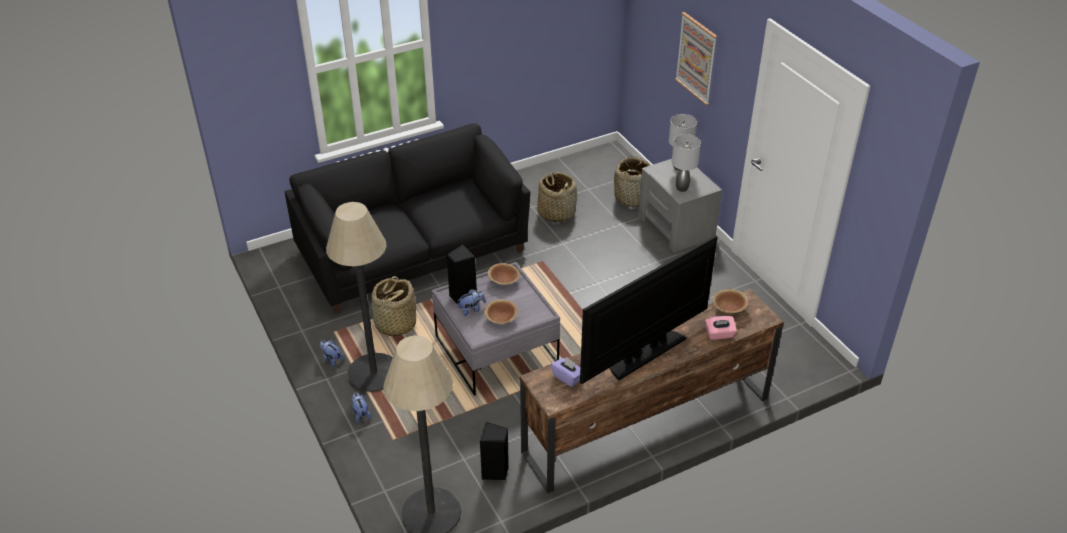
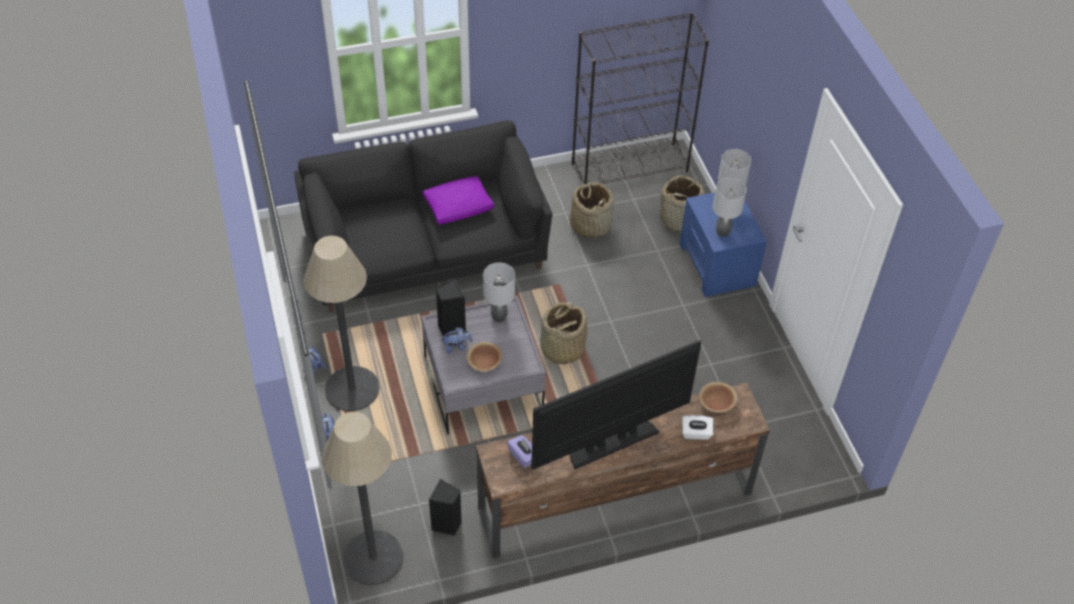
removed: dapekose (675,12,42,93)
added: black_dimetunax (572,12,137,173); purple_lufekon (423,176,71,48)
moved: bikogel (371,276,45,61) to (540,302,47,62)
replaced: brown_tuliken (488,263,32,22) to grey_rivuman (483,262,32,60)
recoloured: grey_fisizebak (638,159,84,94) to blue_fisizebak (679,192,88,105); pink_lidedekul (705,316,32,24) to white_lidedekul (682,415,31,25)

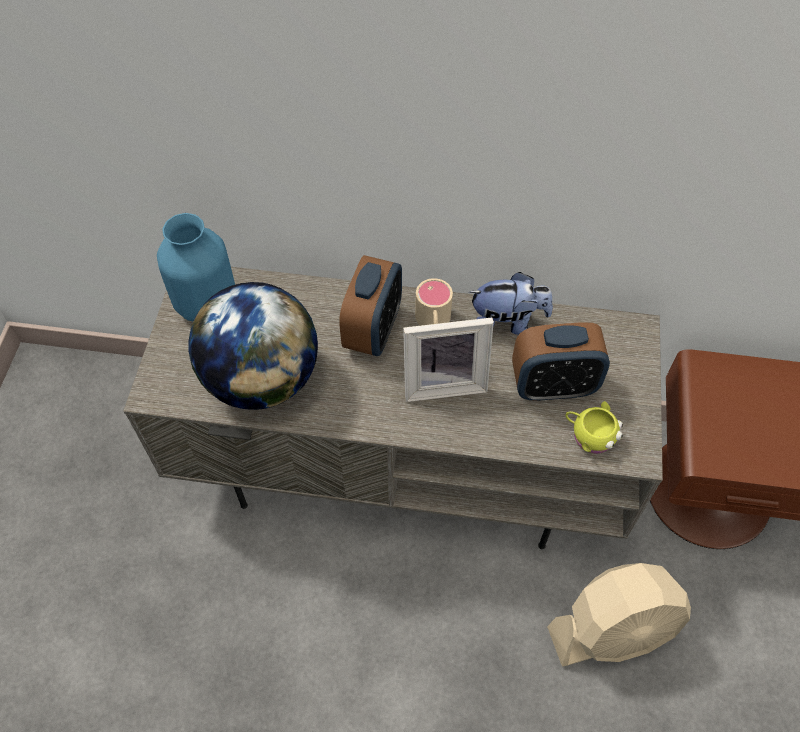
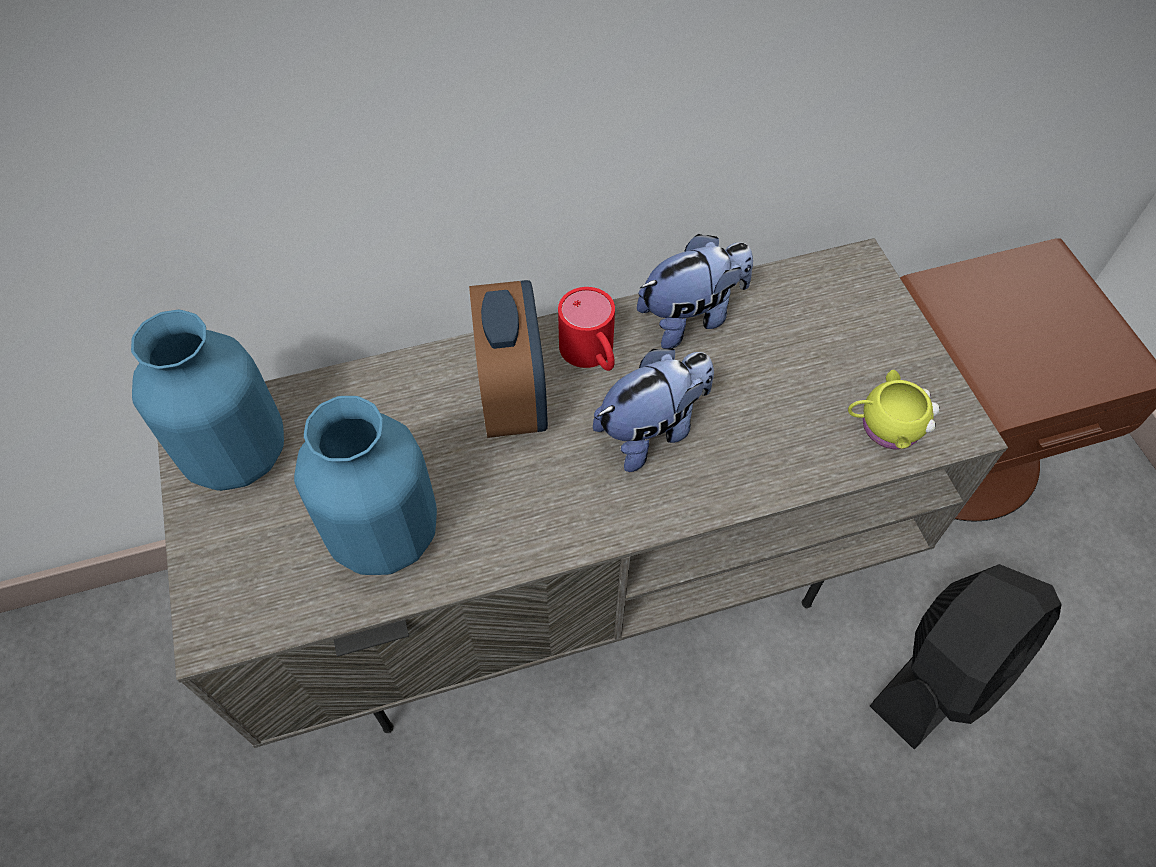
removed: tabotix (512,322,98,79)
replaced: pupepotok (188,282,130,128) to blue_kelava (294,396,143,179); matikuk (403,318,91,84) to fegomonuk (593,348,121,124)
recoloured: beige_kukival (415,278,38,48) to red_kukival (558,287,57,84); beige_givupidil (547,563,144,103) to black_givupidil (870,564,192,186)

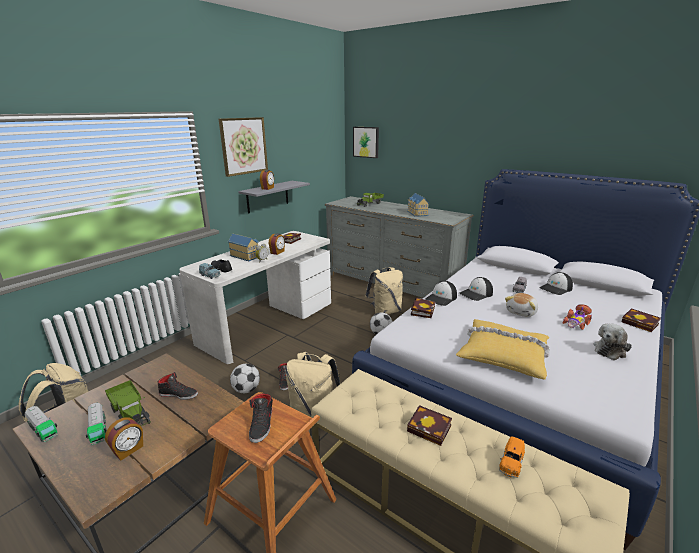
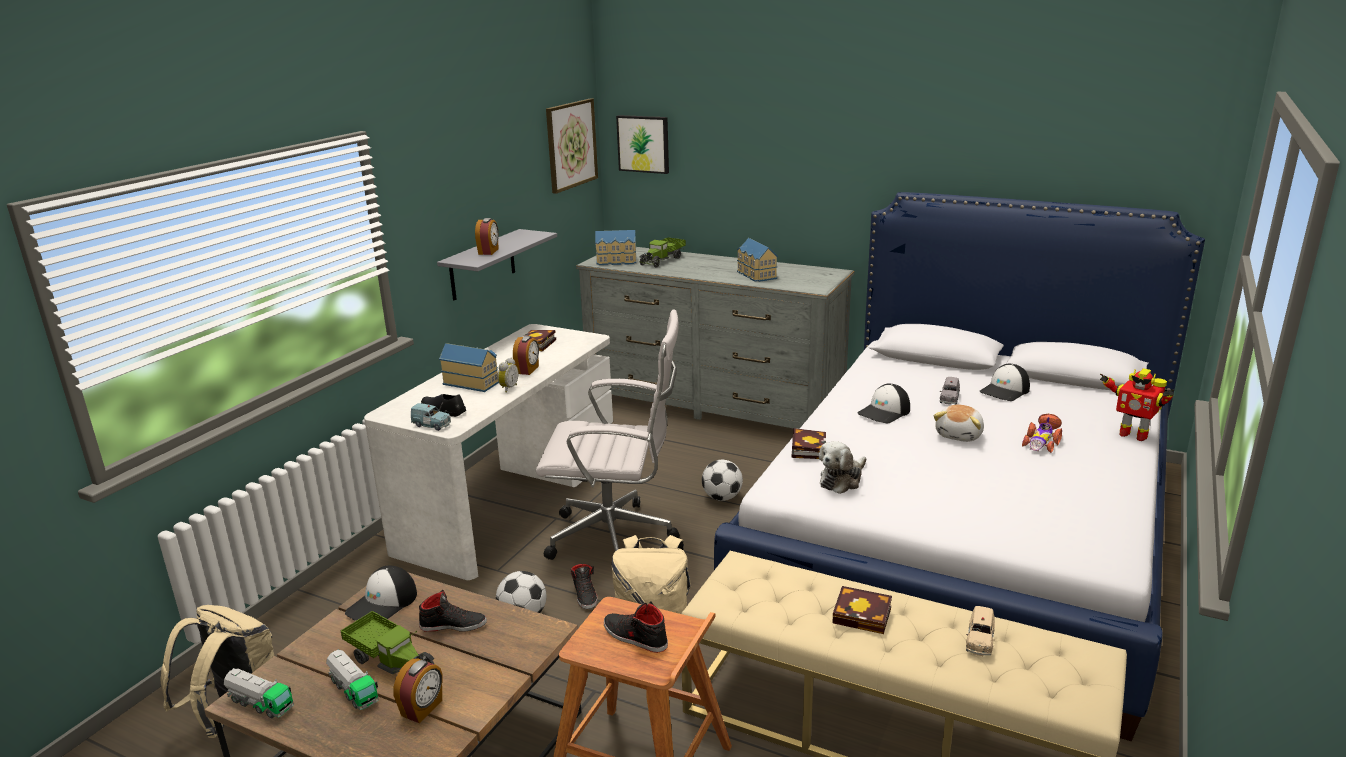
removed: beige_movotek (365,267,38,47); yellow_lufekon (456,319,94,61)
added: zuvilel (595,230,42,35); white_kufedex (536,309,144,251)
moved: dapekose (219,117,49,60) to (546,99,52,95); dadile (425,281,32,25) to (345,566,72,55); fegomonuk (593,324,39,36) to (819,441,47,53)
replaced: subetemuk (621,308,40,24) to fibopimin (1100,368,74,73)
recoloured: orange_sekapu (499,436,26,42) to beige_sekapu (966,606,29,50)
turned: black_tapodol (249,393,24,50) = (604,601,64,52) 135 degrees clockwise

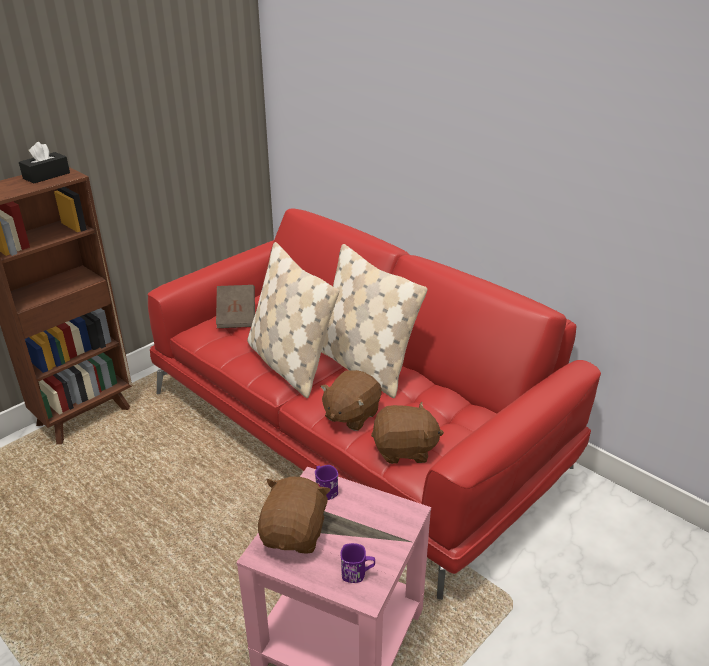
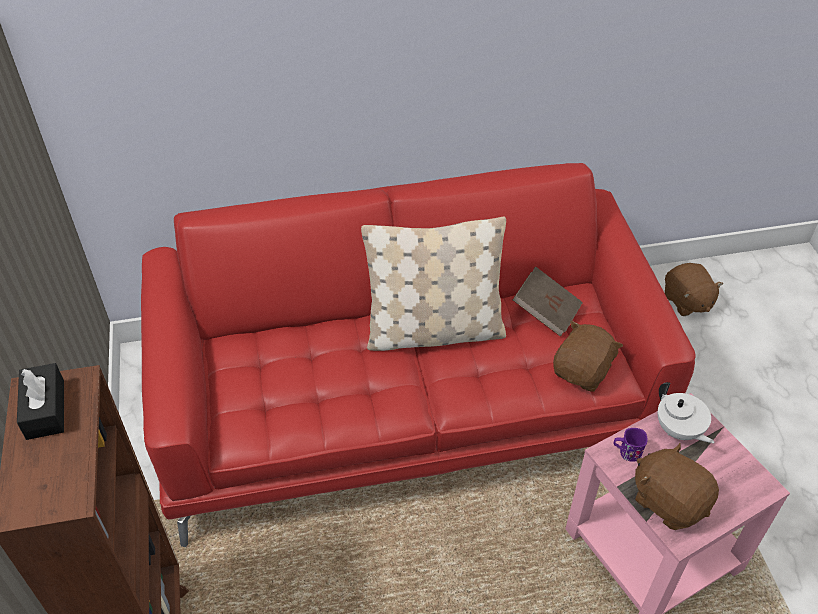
removed: beige_lufekon (247,242,92,156); purple_kukival (340,543,35,40)
added: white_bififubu (657,382,57,61)
moved: brown_subetemuk (216,285,39,43) to (513,267,70,70); brown_fegomonuk (320,370,62,61) to (665,263,58,53)

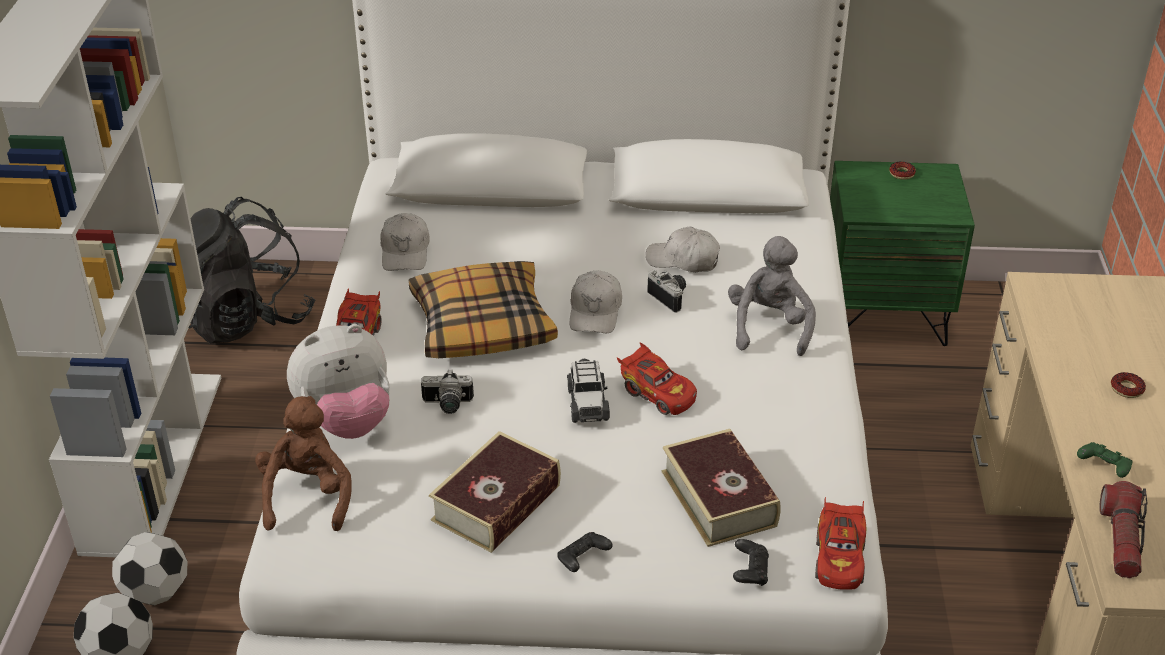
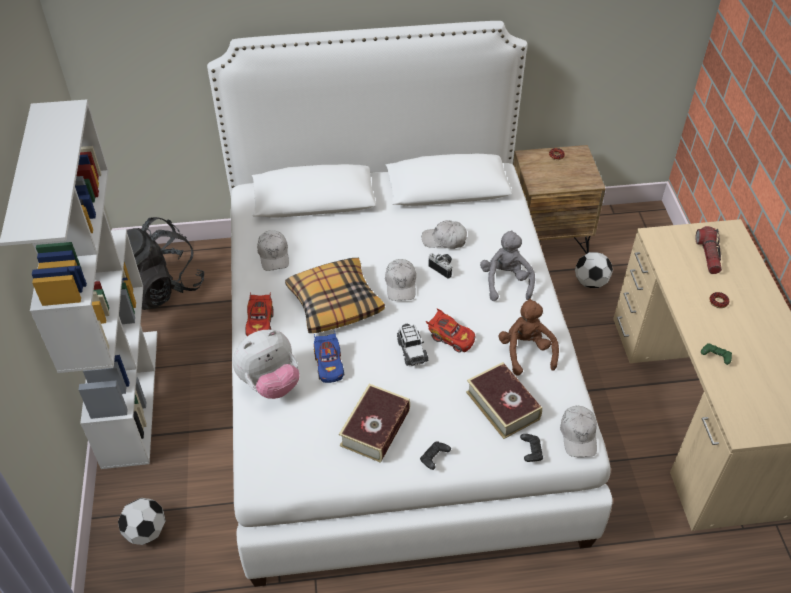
moved: brown_fegomonuk (255,396,96,135) to (498,299,61,77); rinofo (1100,481,48,97) to (695,226,27,48); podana (112,532,75,74) to (575,252,38,36)
replaced: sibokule (421,369,53,45) to blue_sekapu (314,331,30,52); red_sekapu (815,497,51,93) to white_dadile (560,406,37,51)
recoloured: green_fisizebak (830,161,145,185) to brown_fisizebak (513,145,93,109)

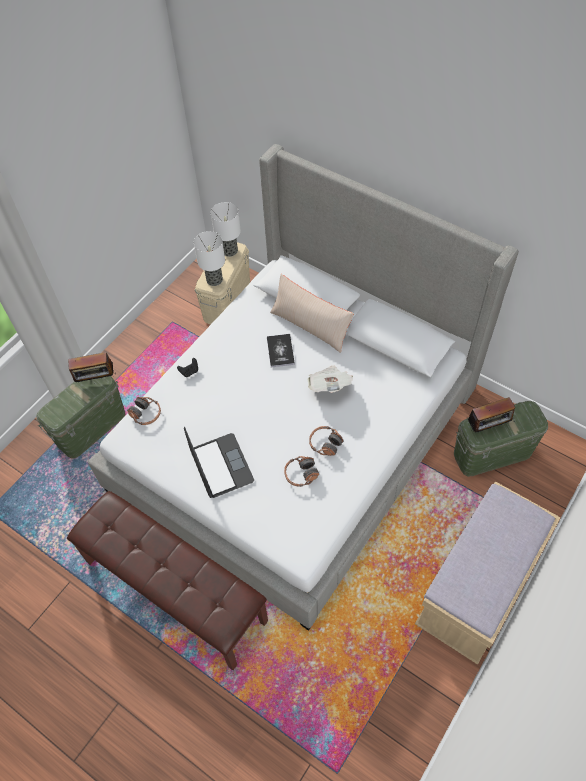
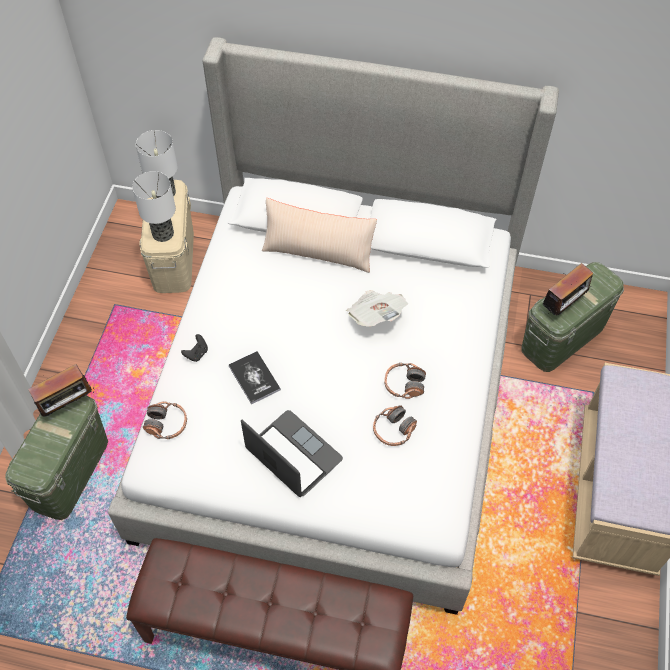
moved: subetemuk (267,334,28,33) to (228,351,53,53)

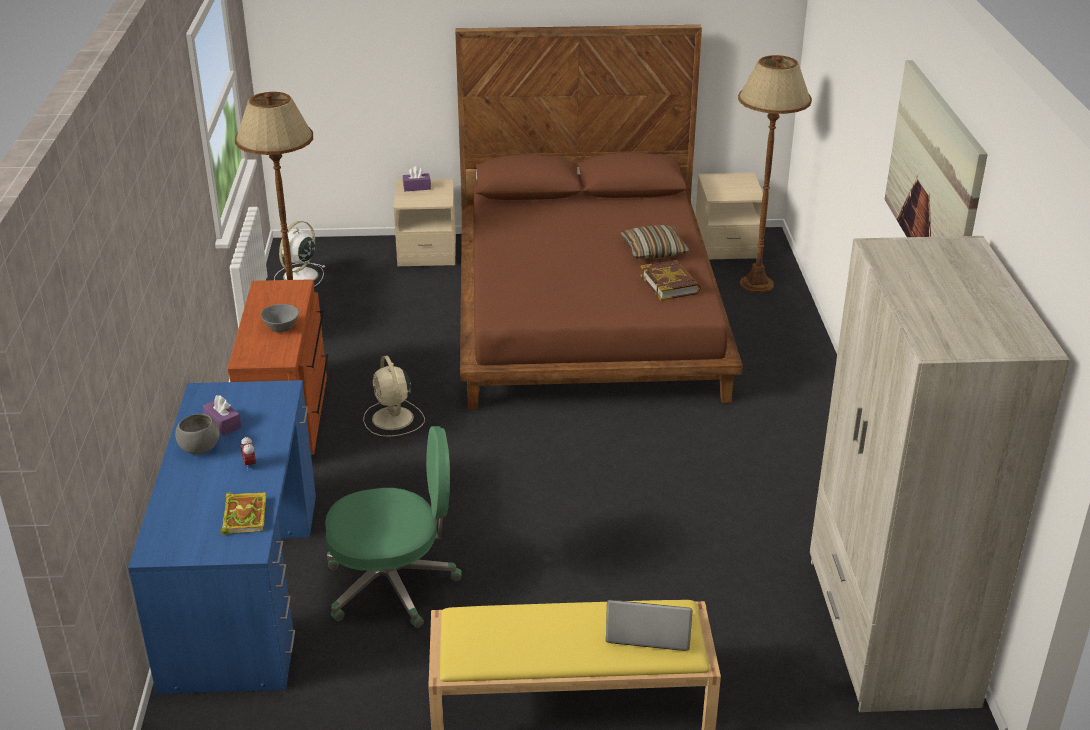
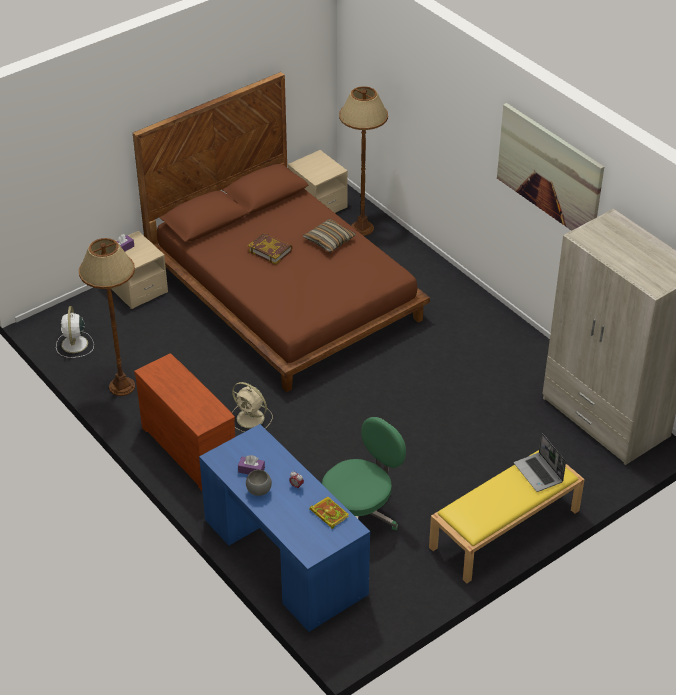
removed: grey_tuliken (261,304,38,28)
moved: subetemuk (640,260,61,41) to (248,233,45,31)
turned: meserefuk (606,600,87,51) = (514,433,52,59) 90 degrees counterclockwise

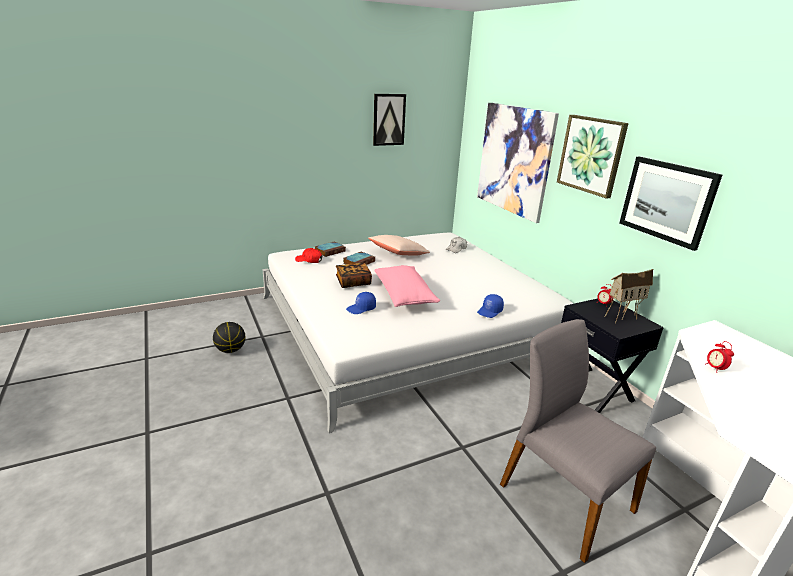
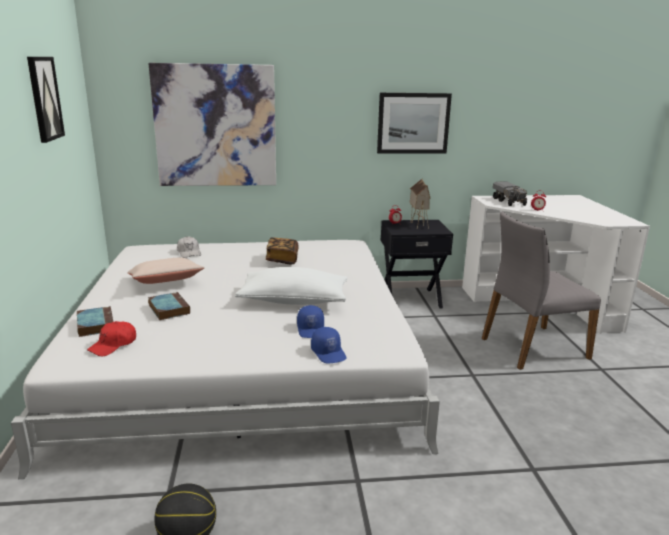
removed: dapekose (557,115,72,84)
added: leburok (493,181,34,25)
moved: subetemuk (336,263,36,25) to (266,237,33,27); blue_dadile (477,294,27,24) to (311,327,35,37)
recoloured: pink_lufekon (374,265,66,42) to white_lufekon (235,267,113,38)

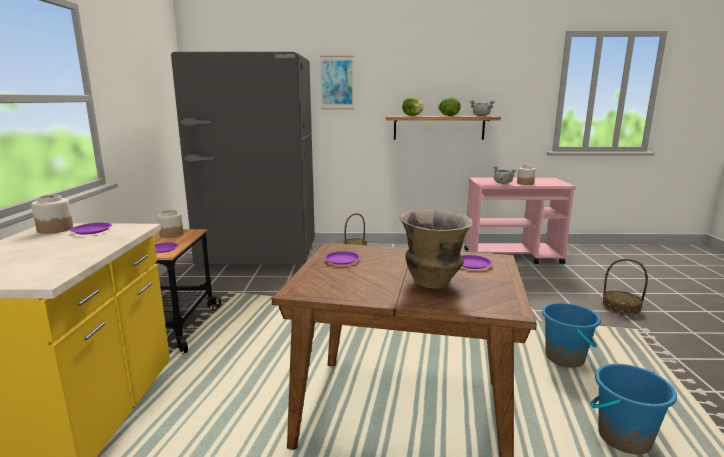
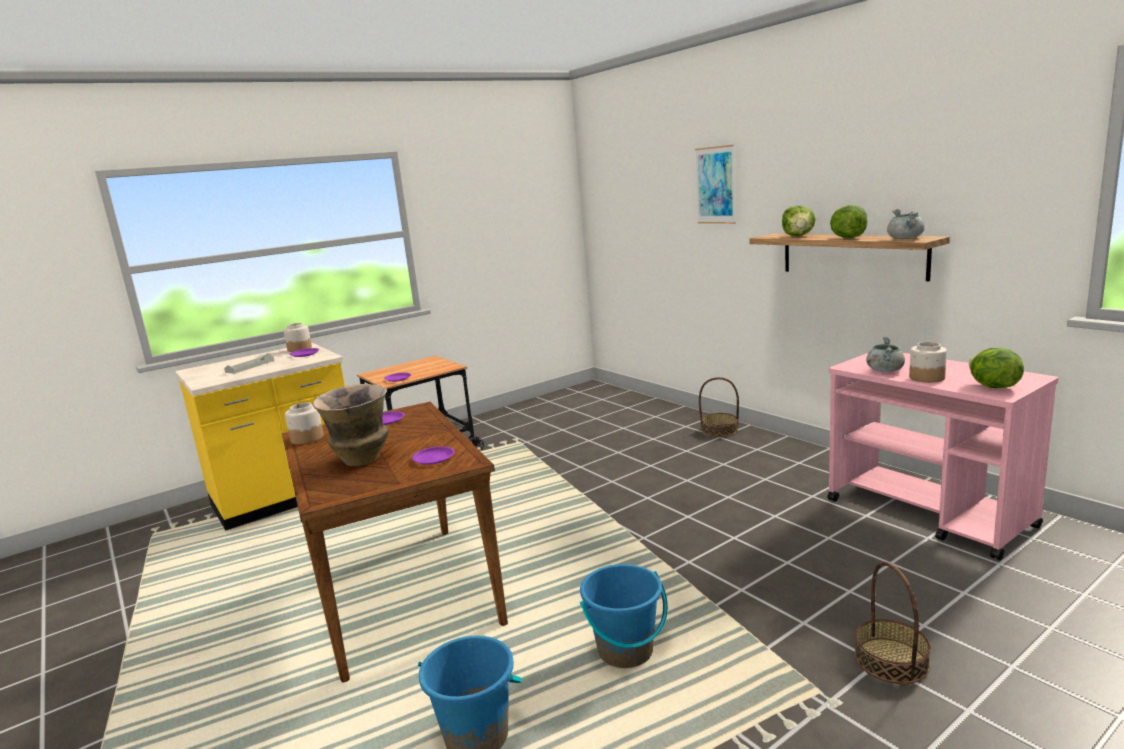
removed: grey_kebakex (171,52,144,213)
added: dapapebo (969,348,55,40); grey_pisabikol (224,353,50,21)
moved: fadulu (157,210,26,28) to (285,402,39,42)

